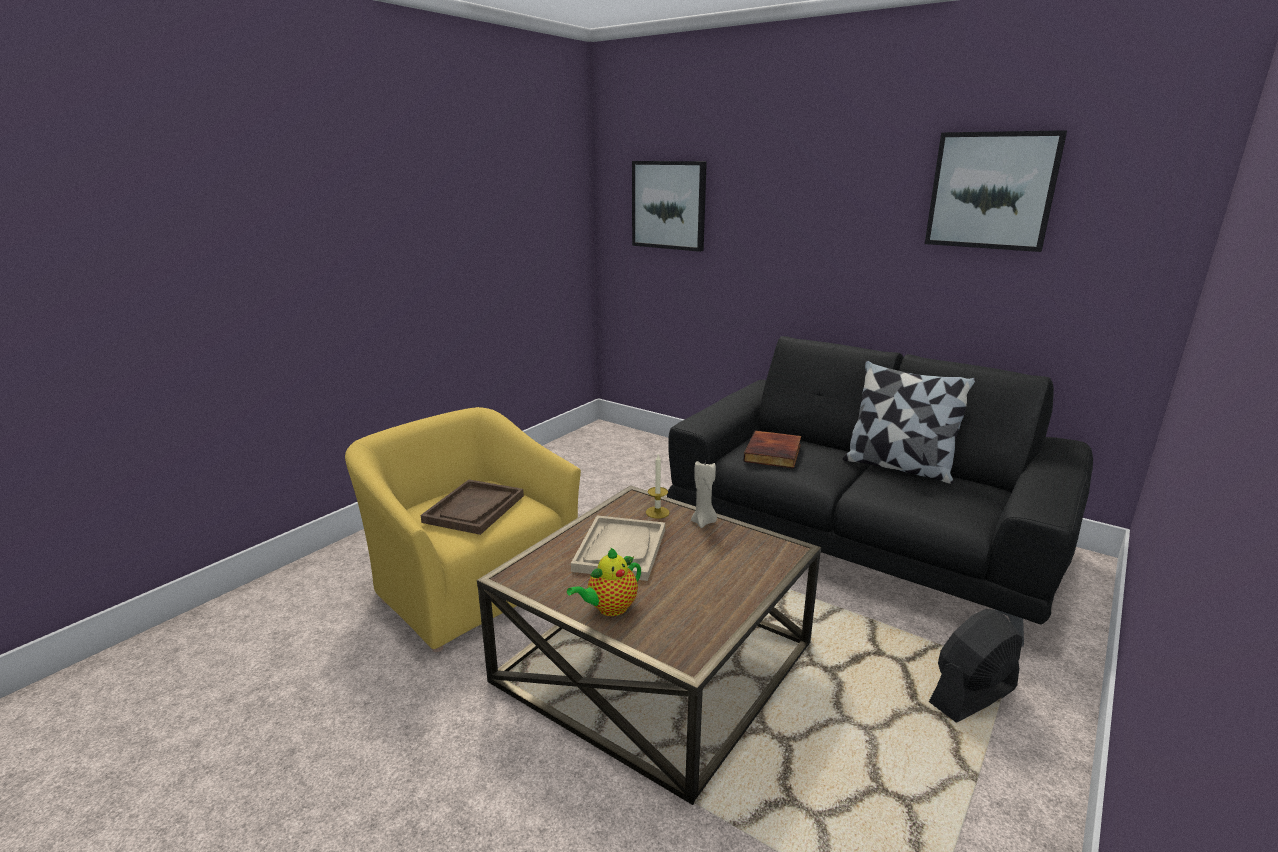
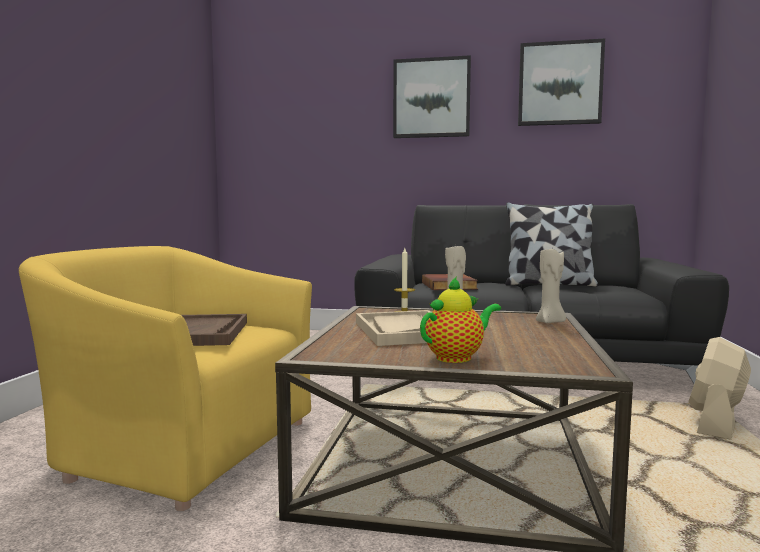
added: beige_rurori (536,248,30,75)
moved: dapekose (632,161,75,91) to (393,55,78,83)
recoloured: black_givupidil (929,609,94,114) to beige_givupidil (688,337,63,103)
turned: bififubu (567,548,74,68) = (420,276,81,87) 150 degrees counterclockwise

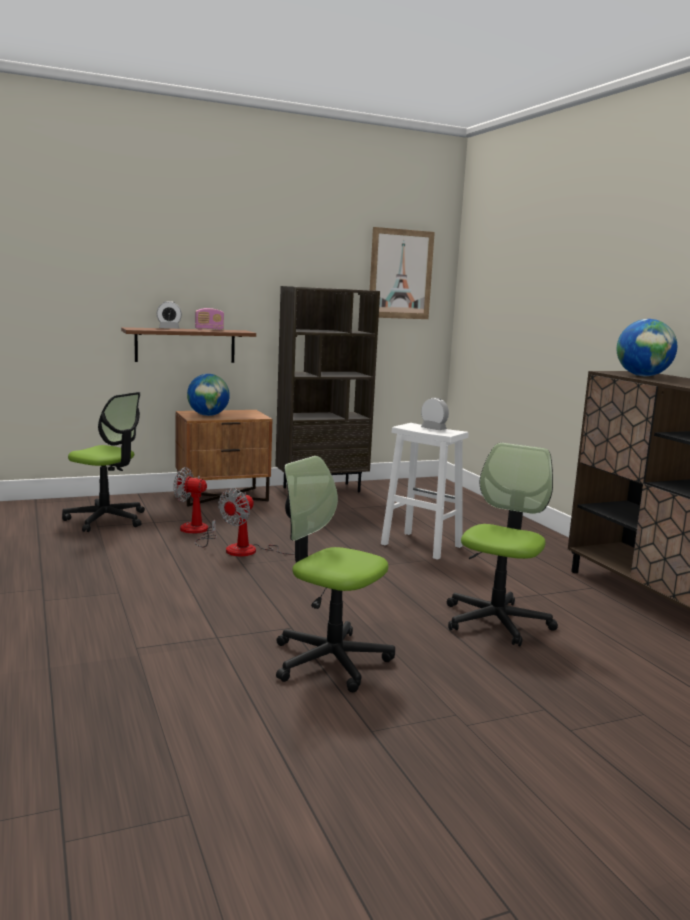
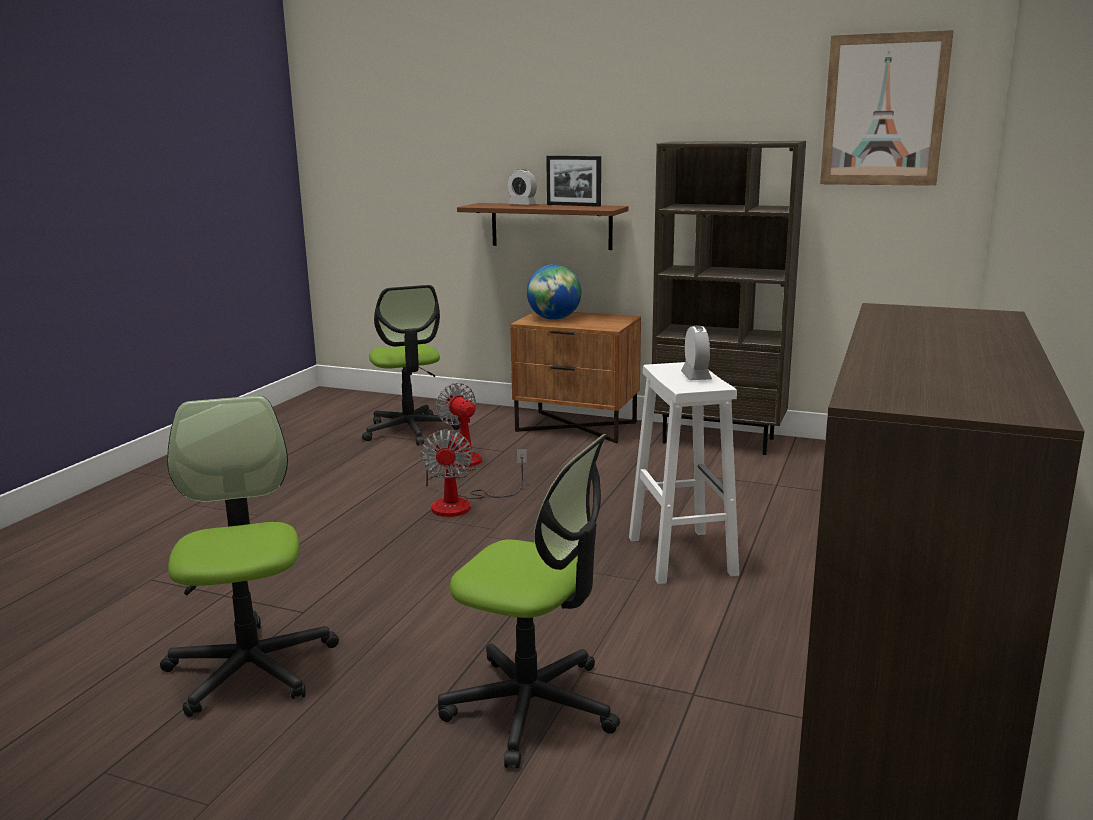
removed: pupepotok (617,319,60,57)
replaced: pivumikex (195,308,29,22) to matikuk (546,156,55,51)
turned: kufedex (447,443,111,203) = (438,434,182,335) 45 degrees clockwise; givupidil (218,488,77,68) = (421,430,106,87) 75 degrees counterclockwise

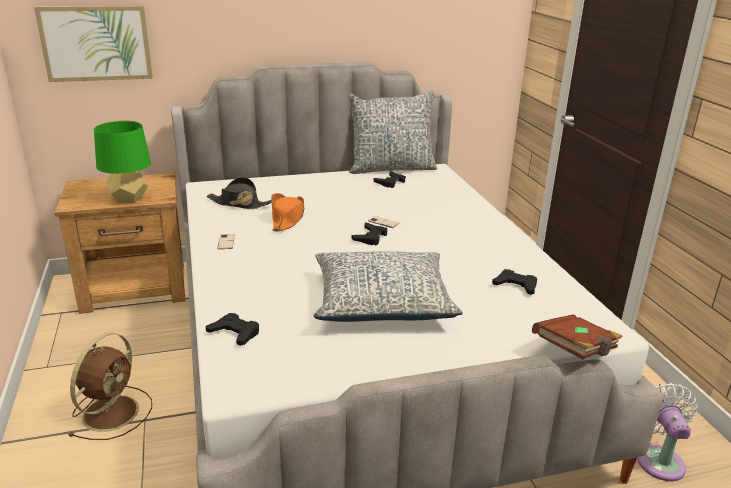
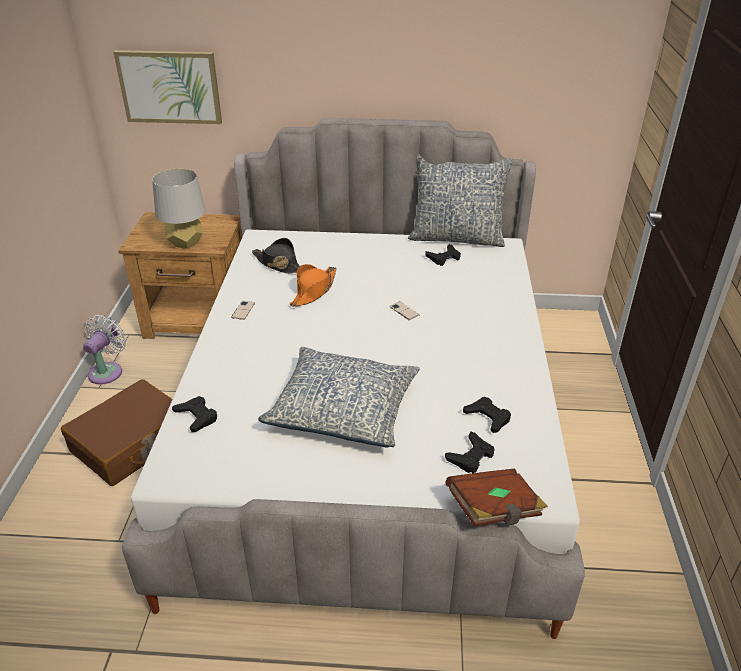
moved: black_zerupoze (352,222,35,23) to (445,431,50,42); white_givupidil (637,382,61,99) to (83,315,44,70)
replaced: brown_givupidil (68,333,84,107) to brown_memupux (61,379,111,107)
recoloured: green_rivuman (94,120,57,83) to grey_rivuman (152,169,54,80)

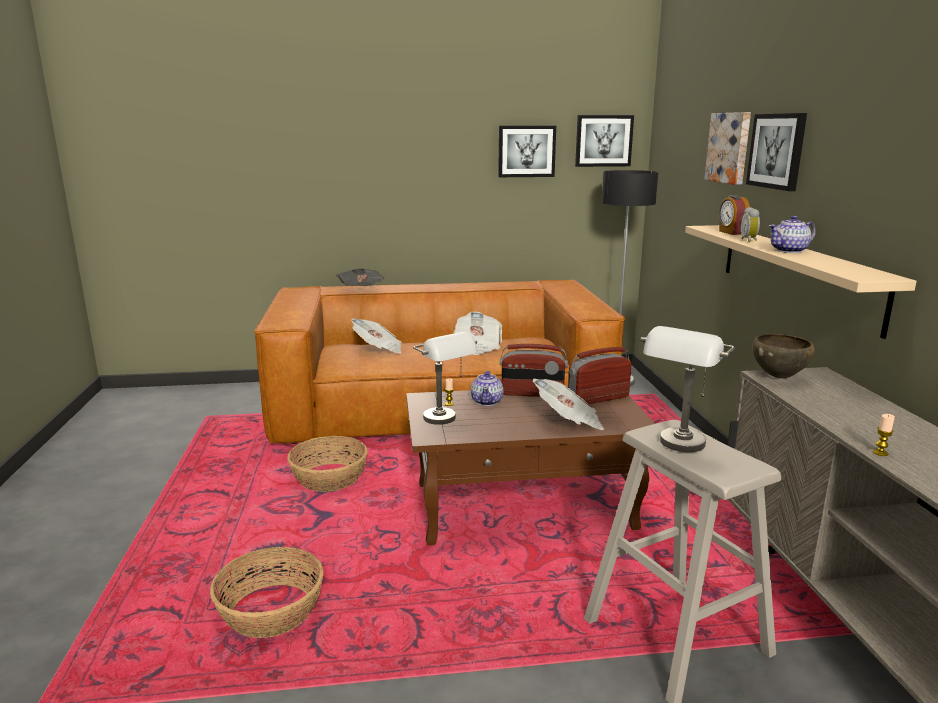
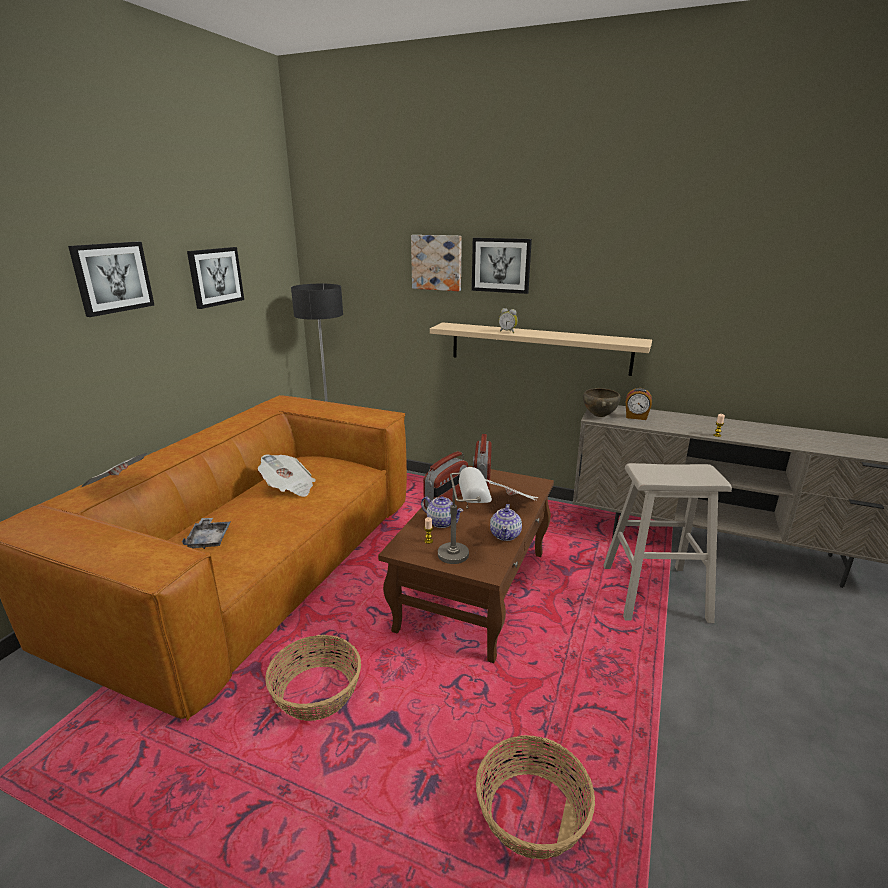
removed: grey_rivuman (640,326,95,126)
moved: dapekose (575,115,59,52) to (68,242,86,75); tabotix (719,195,31,40) to (626,388,26,32); bififubu (769,215,47,38) to (490,504,32,37)
replaced: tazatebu (351,318,51,35) to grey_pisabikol (182,518,49,31)

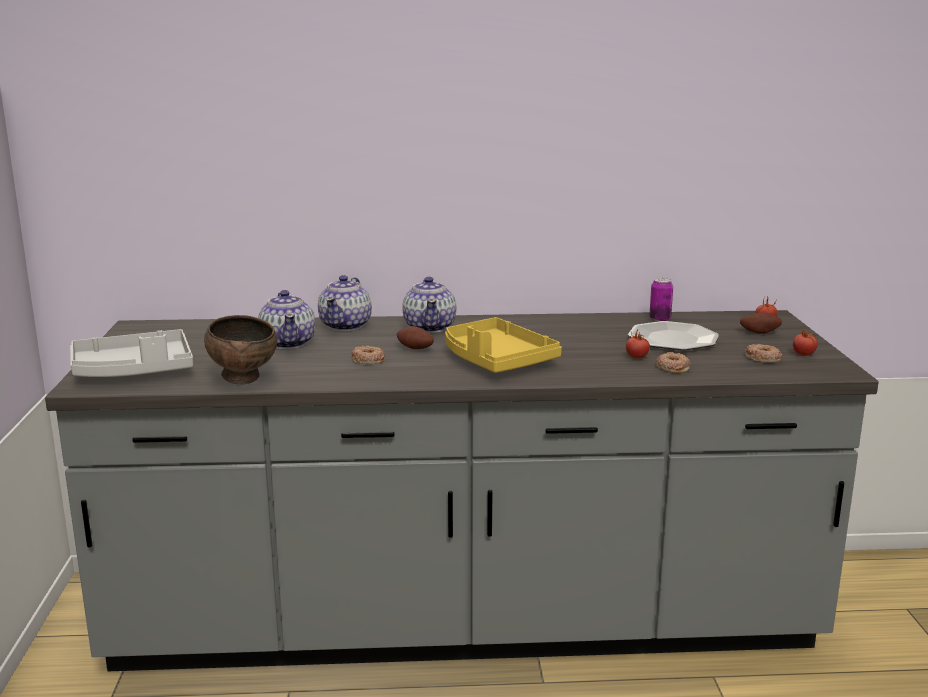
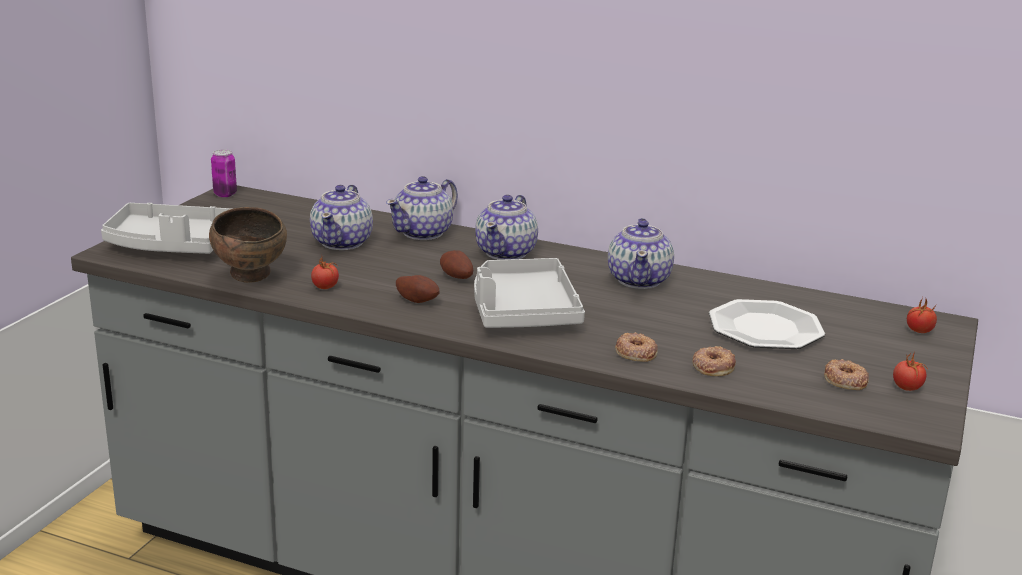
added: bififubu (608,218,66,71)
moved: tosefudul (649,278,24,43) to (211,150,26,47); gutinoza (740,312,42,22) to (396,275,43,28); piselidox (626,330,24,29) to (311,255,28,34); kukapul (351,345,34,19) to (615,332,43,30)
recoloured: yellow_pisabikol (445,317,117,56) to grey_pisabikol (474,258,111,70)

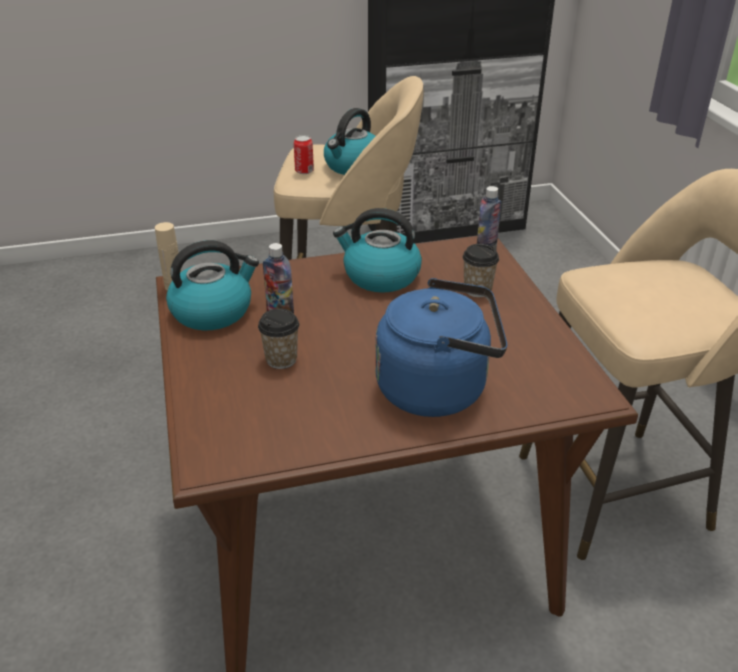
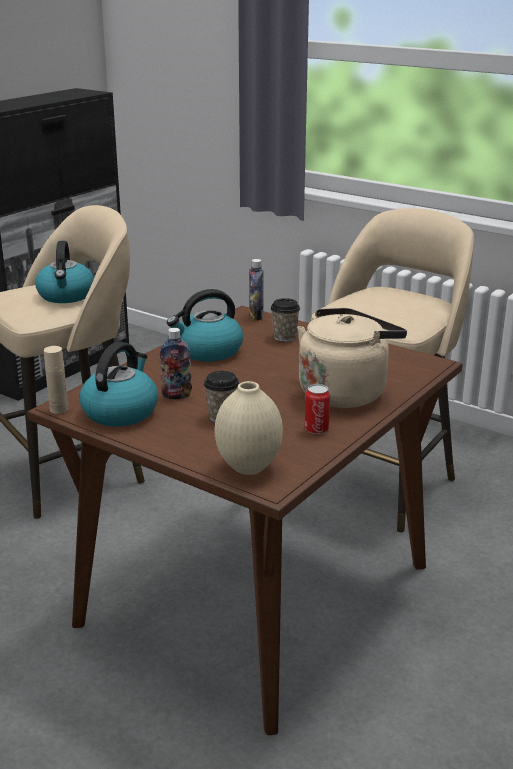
added: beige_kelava (215,381,68,94)
moved: tosefudul (294,135,20,39) to (304,384,26,50)
recoloured: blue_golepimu (375,278,132,139) to beige_golepimu (297,308,110,100)

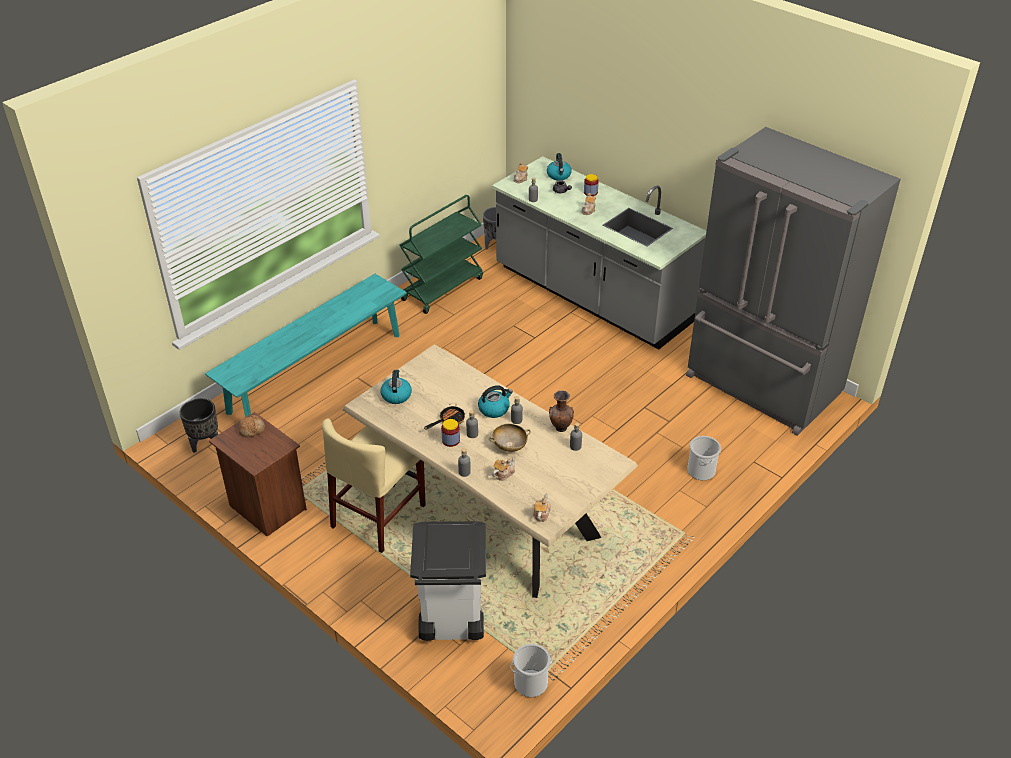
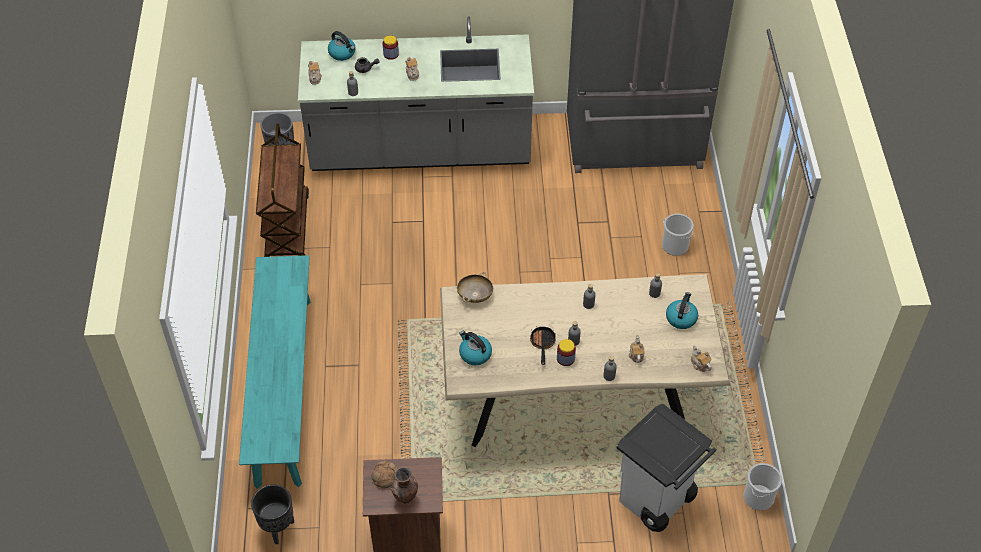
removed: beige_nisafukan (322,419,104,134)
moved: golepimu (478,385,35,33) to (666,292,32,37); brown_kelava (549,390,25,42) to (390,467,28,36); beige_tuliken (489,424,42,28) to (457,272,36,31)
recoloured: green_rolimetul (399,195,84,119) to brown_rolimetul (256,123,53,134)

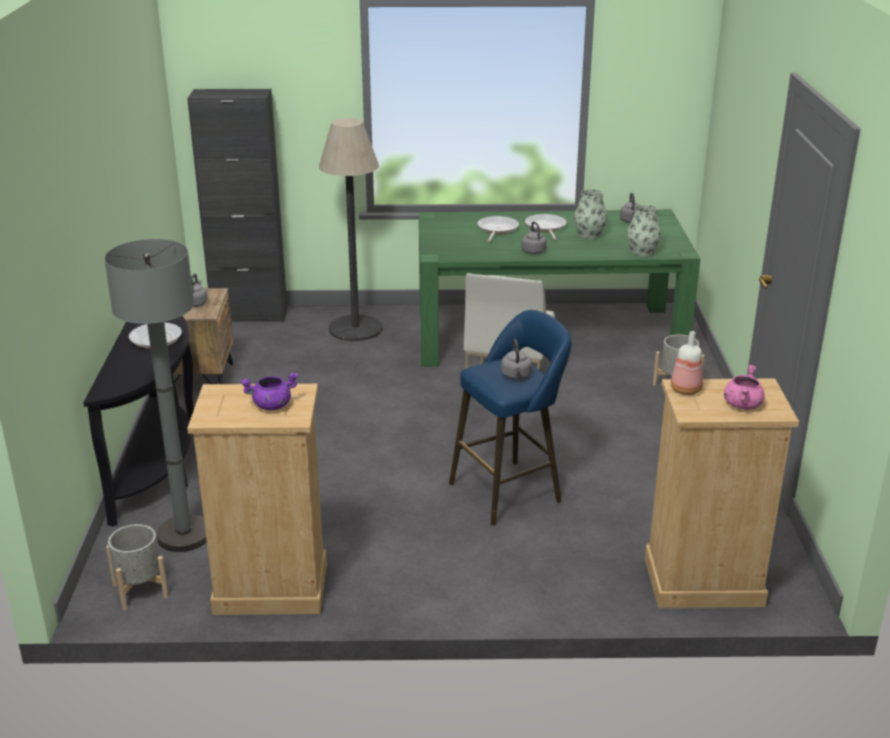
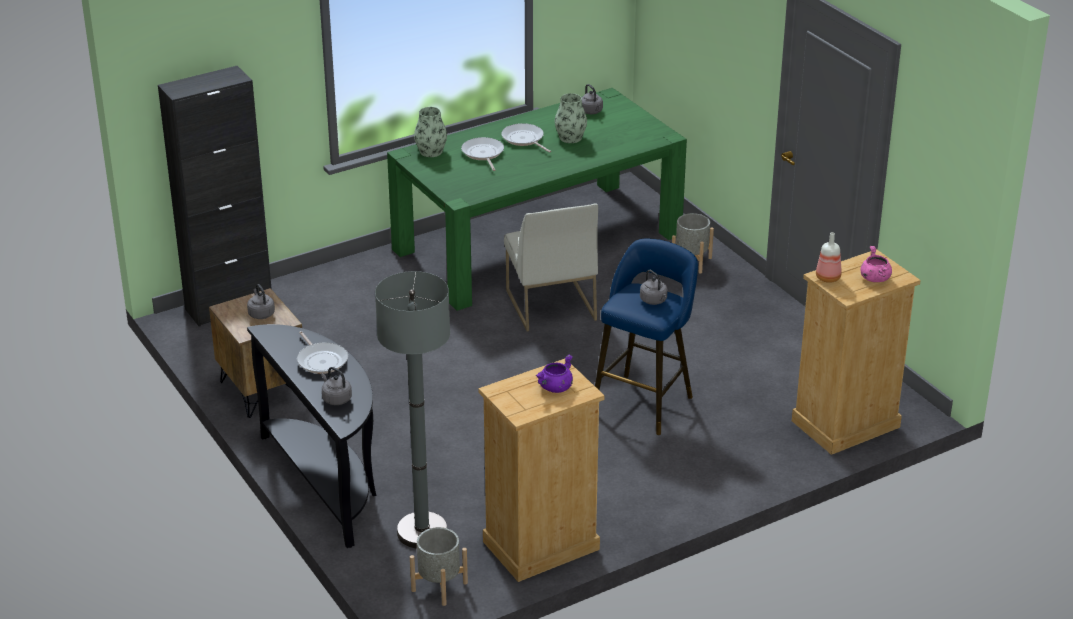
removed: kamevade (319,118,64,223)
moved: kelava (627,205,34,52) to (414,107,33,50); grey_golepimu (522,221,24,33) to (321,367,31,38)

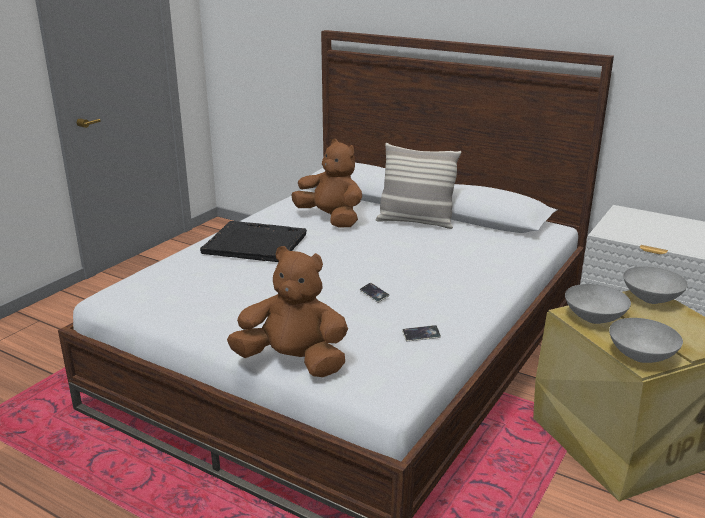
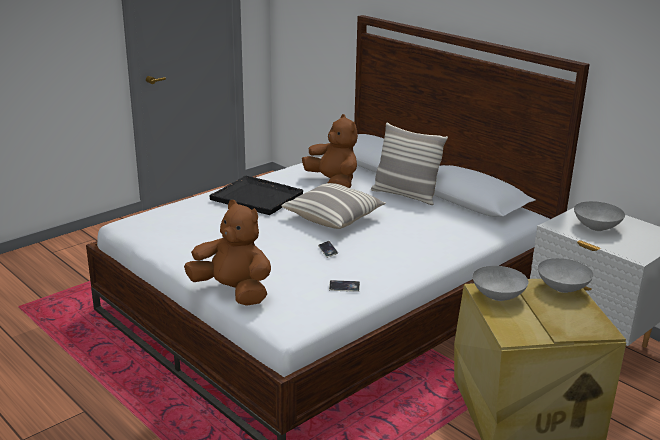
added: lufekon (281,183,105,46)
moved: grey_tuliken (609,318,74,45) to (574,201,51,30)

